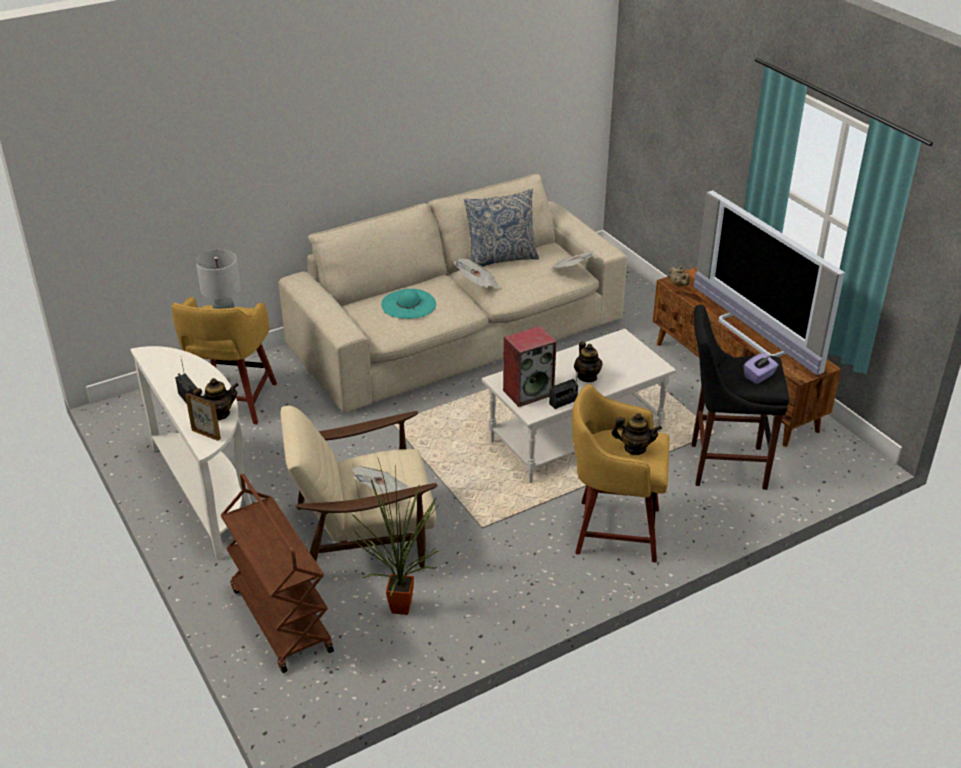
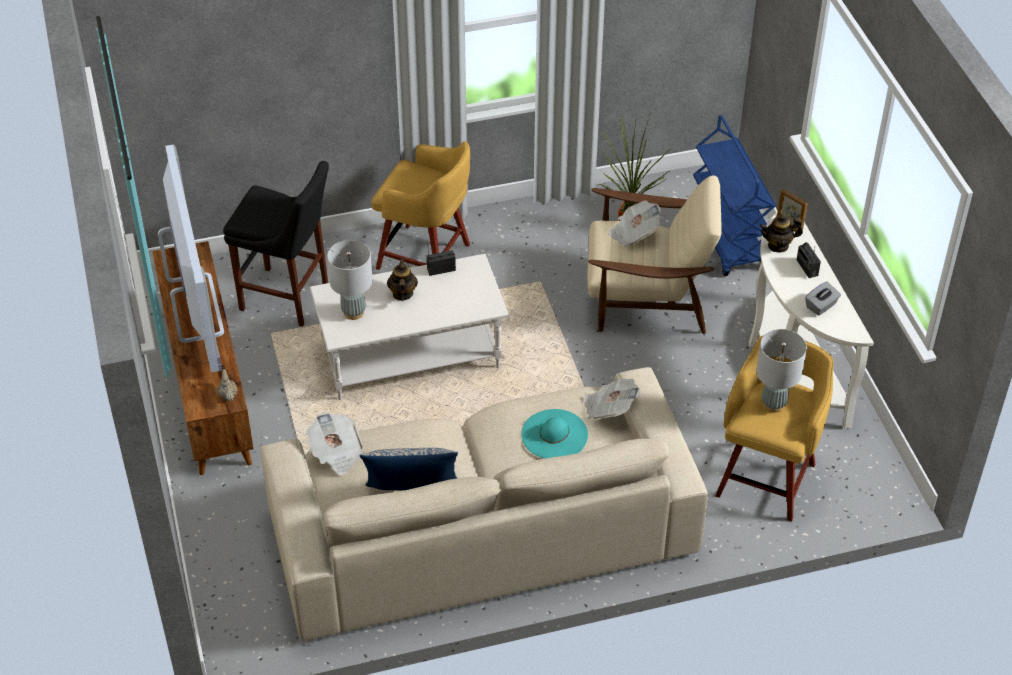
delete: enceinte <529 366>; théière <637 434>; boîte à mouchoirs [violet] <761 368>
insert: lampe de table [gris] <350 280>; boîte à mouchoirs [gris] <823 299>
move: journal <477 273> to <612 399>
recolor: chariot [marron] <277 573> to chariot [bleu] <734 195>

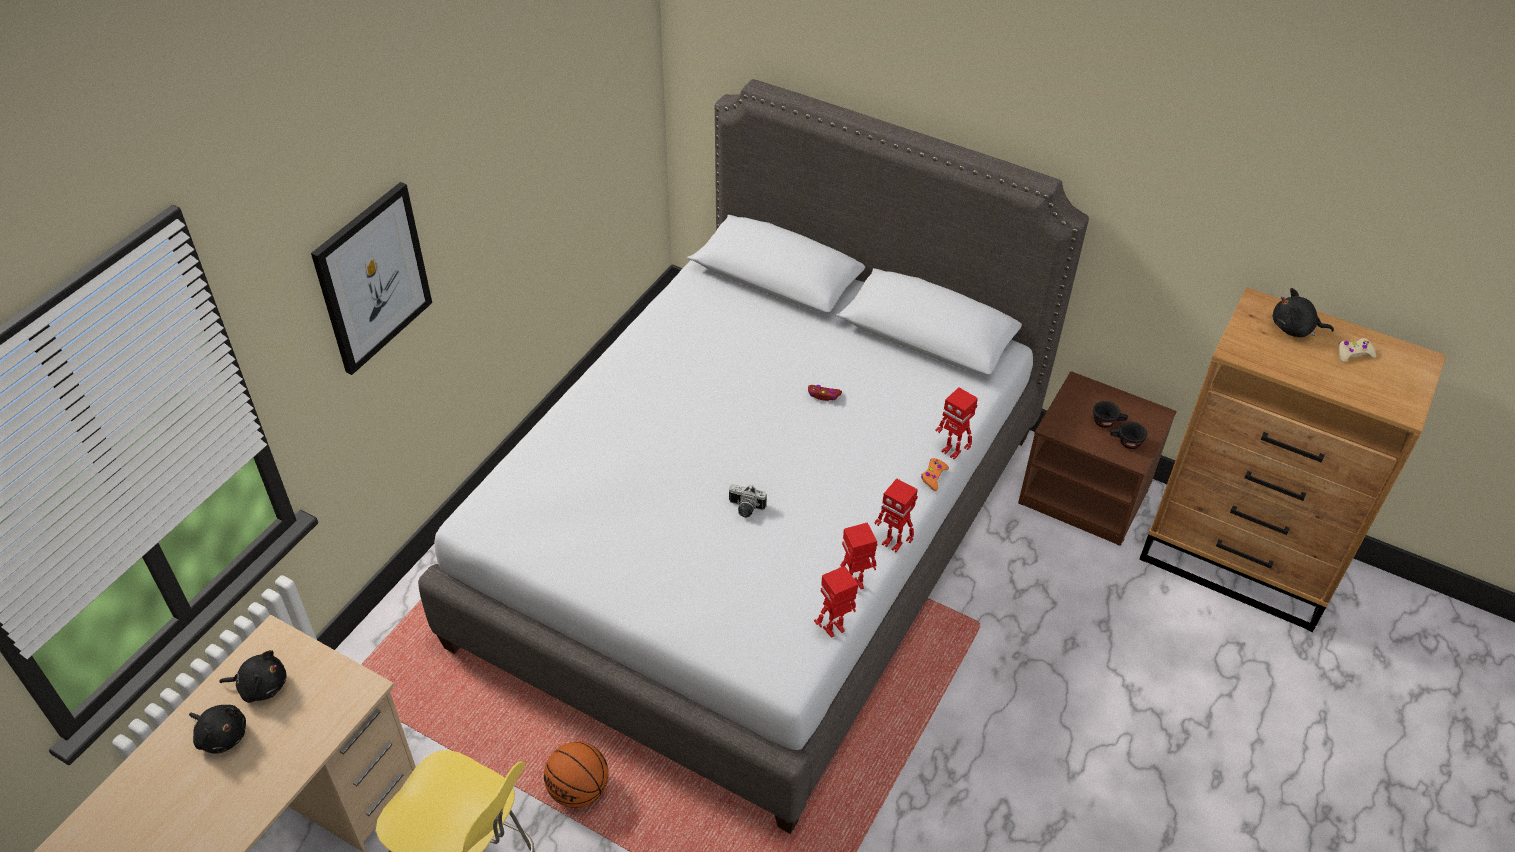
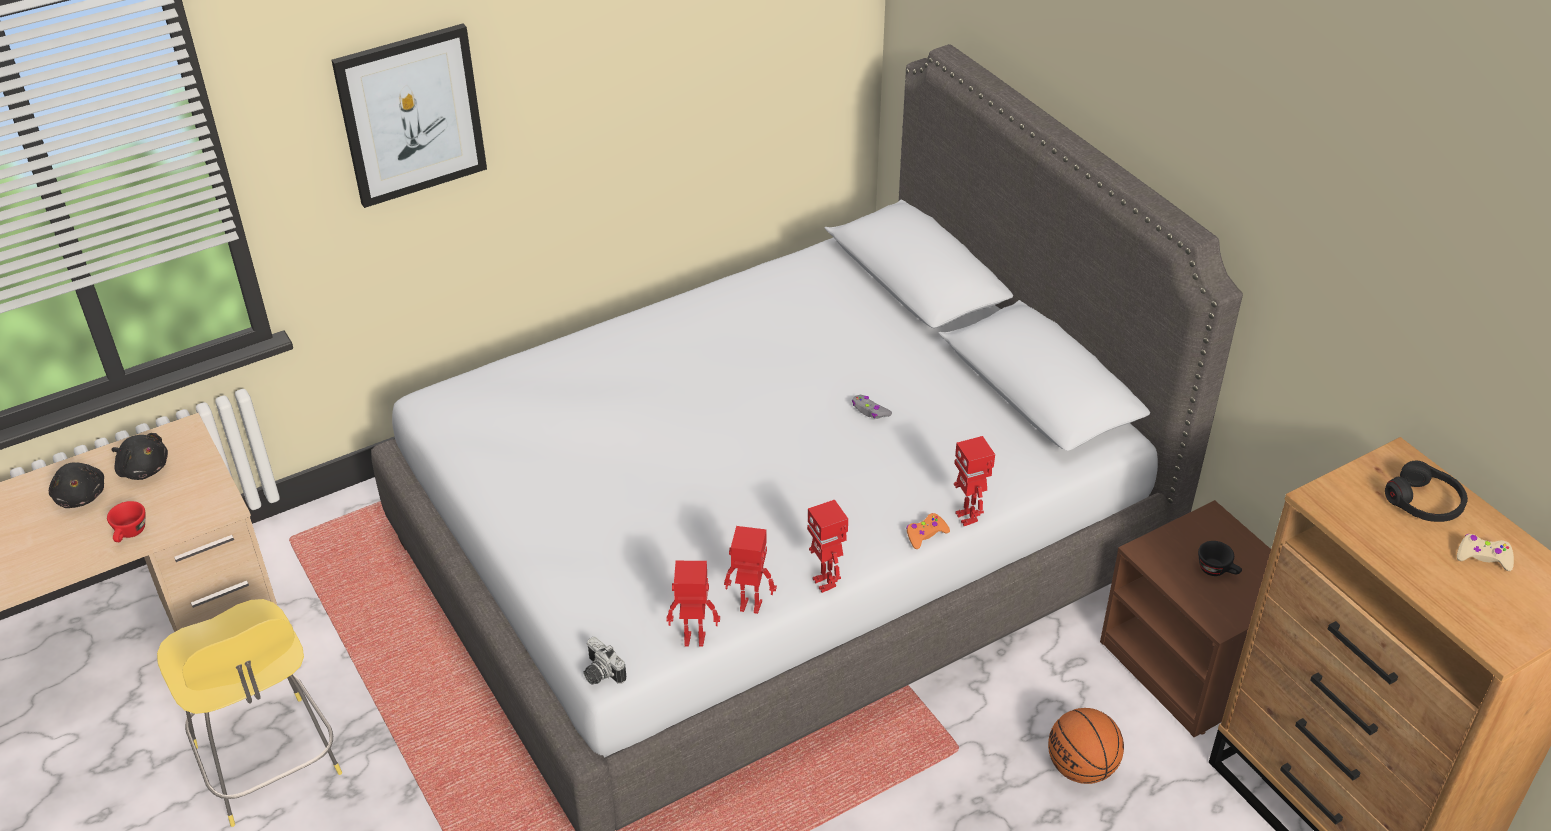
delete: tasse [noir] <1128 435>
insert: tasse [rouge] <126 521>
move: appareil photo <748 500> to <604 661>; ballon de basket <576 774> to <1086 746>
replace: peluche [noir] <1303 312> to casque audio [noir] <1426 491>
recolor: manette [rouge] <825 393> to manette [gris] <872 407>

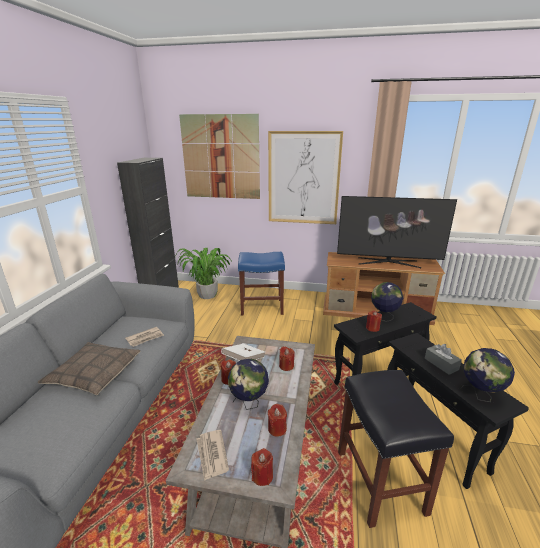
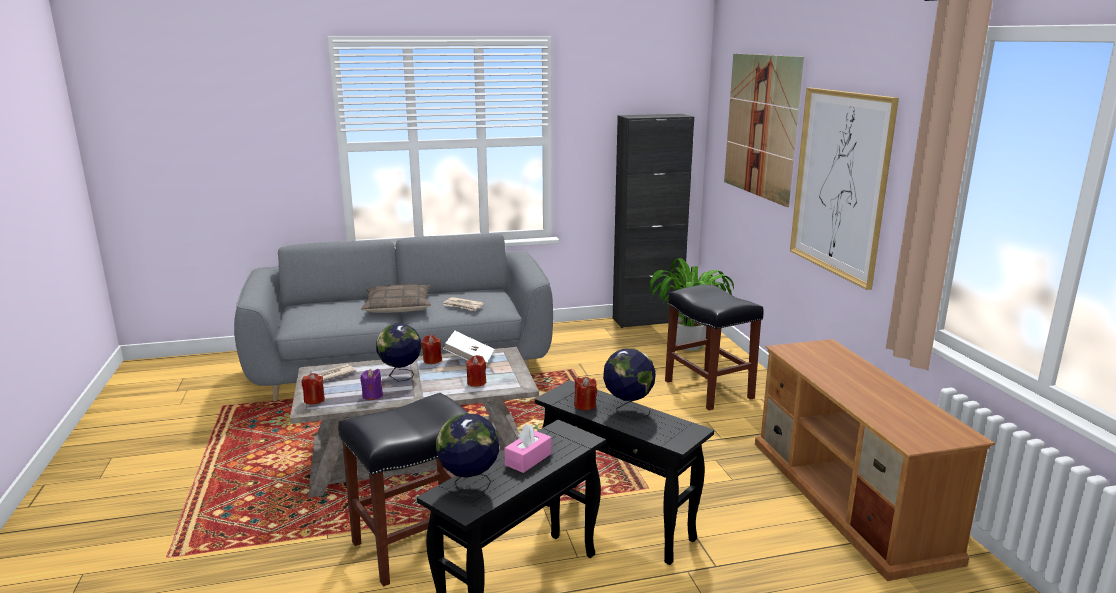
delete: téléviseur <397 232>
recolor: bougie [rouge] <277 420> to bougie [violet] <371 384>; boîte à mouchoirs [gris] <443 359> to boîte à mouchoirs [rose] <528 448>; tabouret [bleu] <261 284> to tabouret [noir] <714 347>

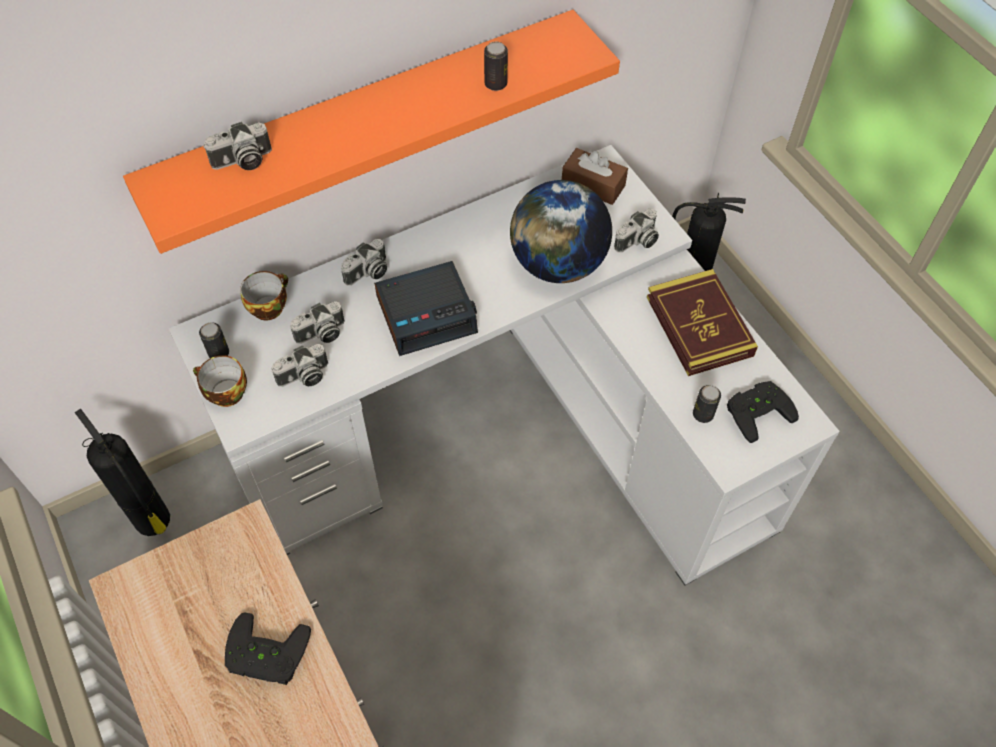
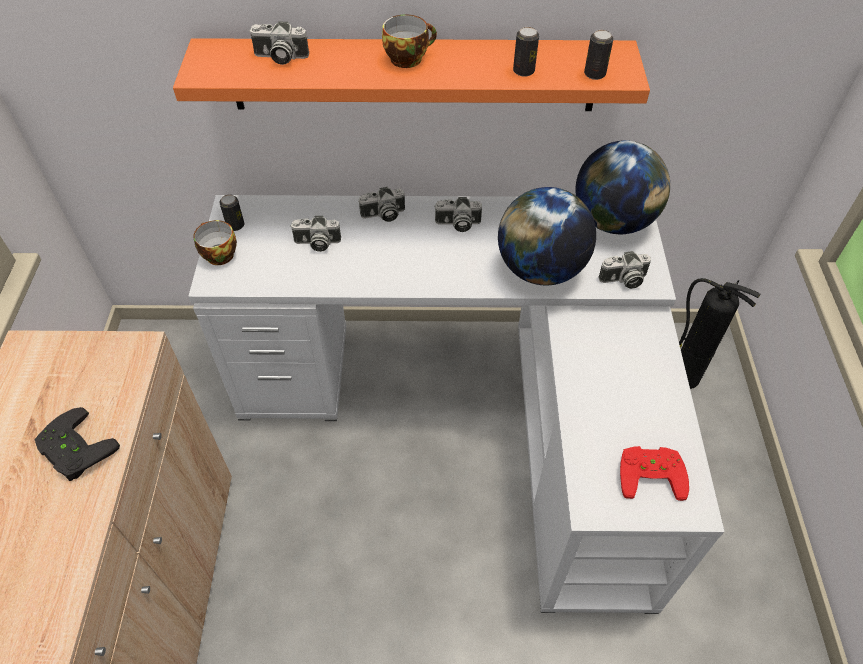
delete: extincteur <122 472>; réveil <426 308>; livre <702 322>
move: tasse <264 296> to <409 41>; appareil photo <299 365> to <458 214>; boîte métallique <707 404> to <598 55>
replace: boîte à mouchoirs [marron] <595 176> to globe <623 187>
recolor: manette [noir] <763 412> to manette [rouge] <654 473>

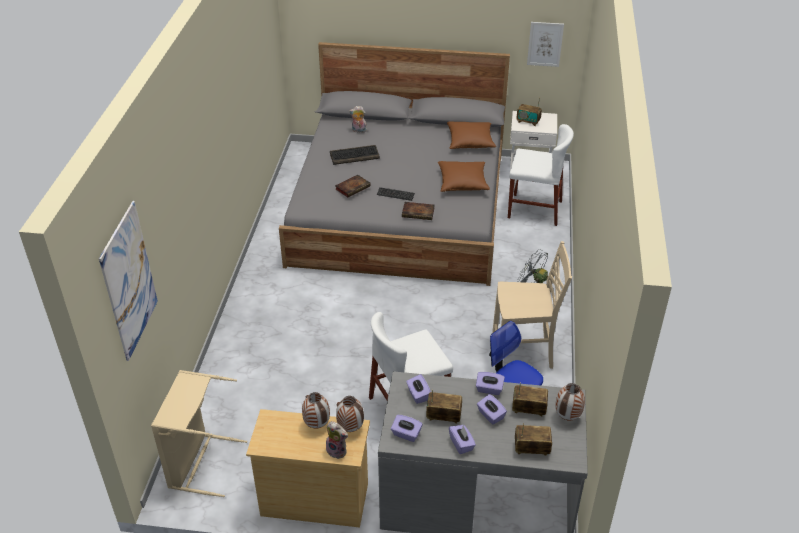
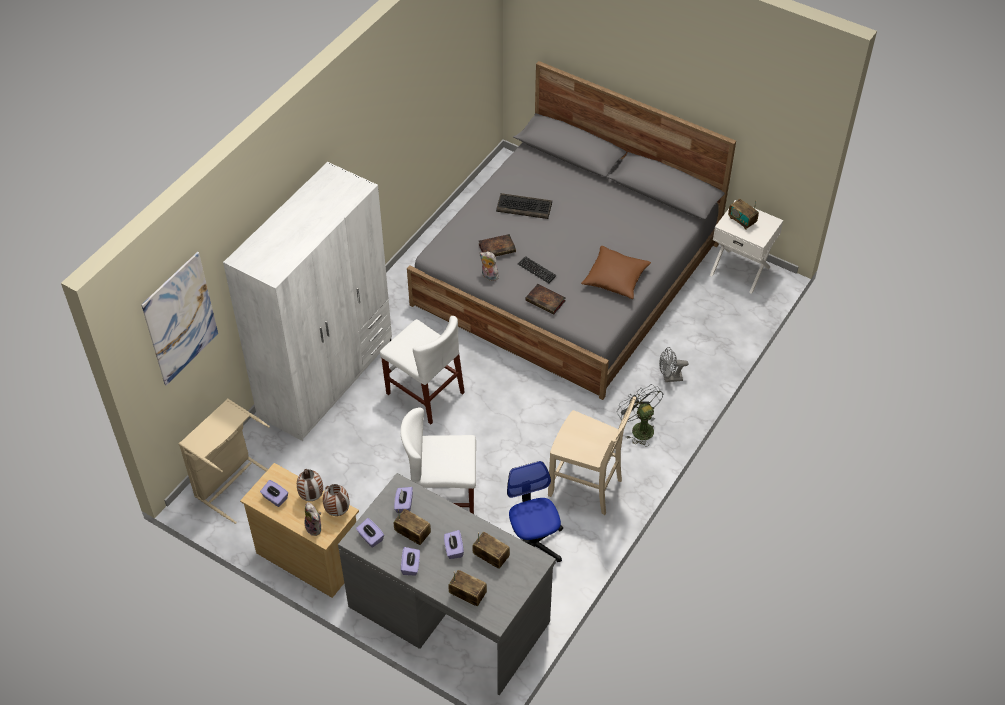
delete: coussin [marron] <471 135>; tableau <545 44>; vase <570 401>
insert: armoire [blanc] <307 301>; ventilateur [gris] <673 364>
move: boîte à mouchoirs [violet] <490 383> to <274 493>; chaise [blanc] <541 175> to <422 370>; peluche <358 119> to <489 266>

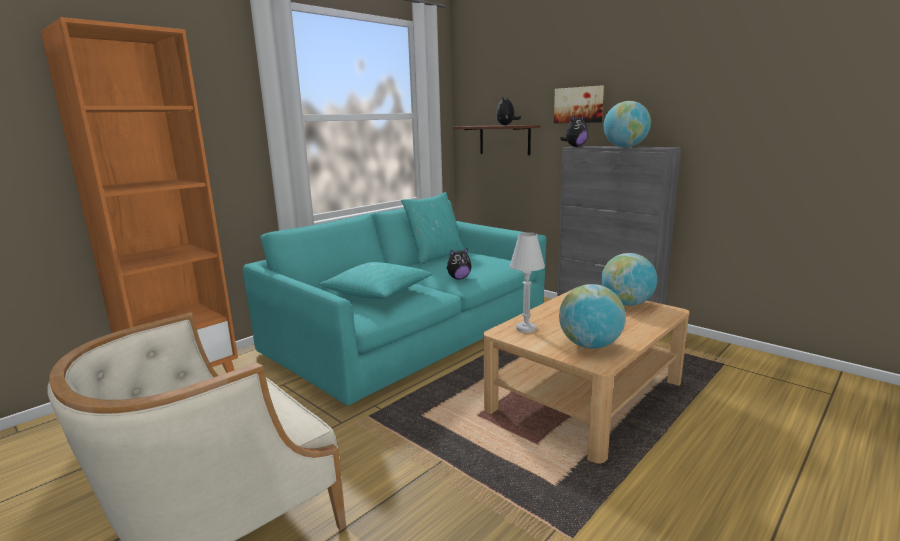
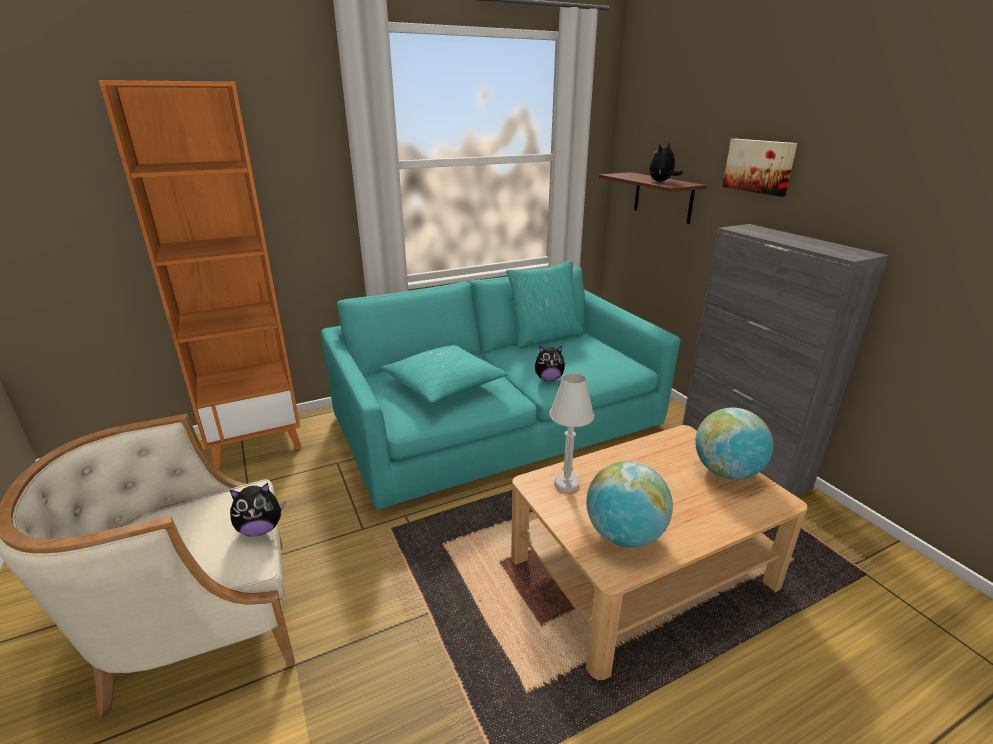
delete: globe <627 124>
move: peluche <574 131> to <257 510>

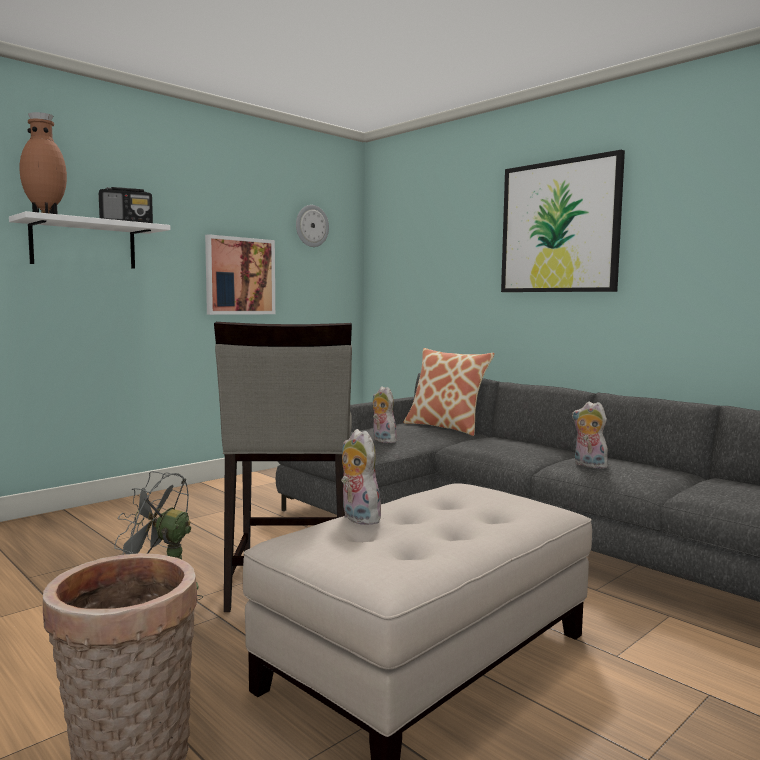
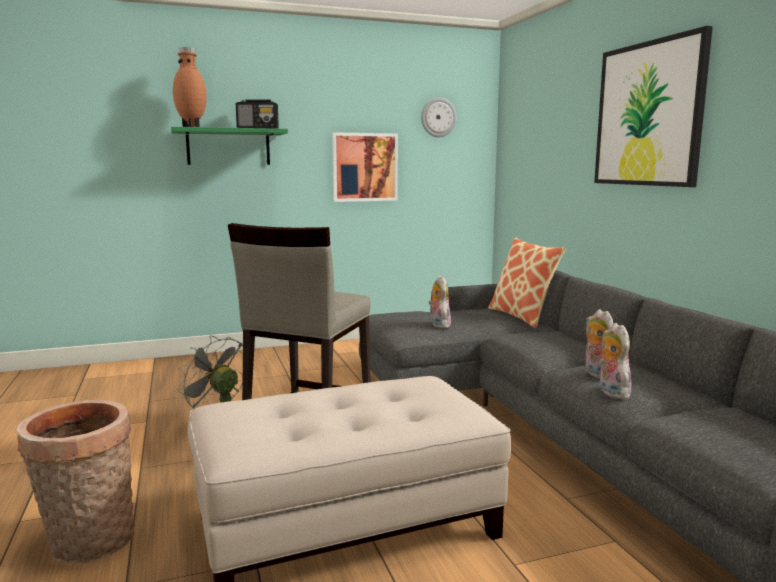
move: peluche <361 477> to <615 361>
recolor: étagère [blanc] <89 240> to étagère [vert] <229 146>

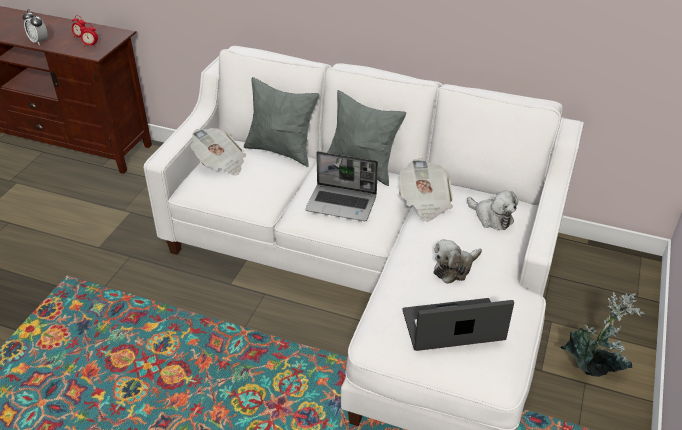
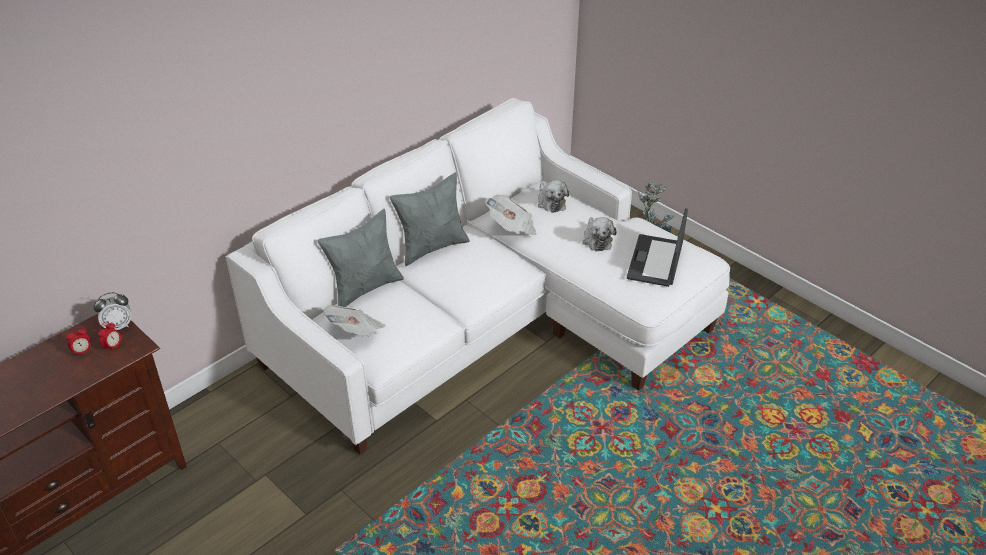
delete: ordinateur portable <341 186>
move: réveil <35 27> to <112 311>
rotate: peluche <492 210> = <553 196> 90 degrees clockwise

